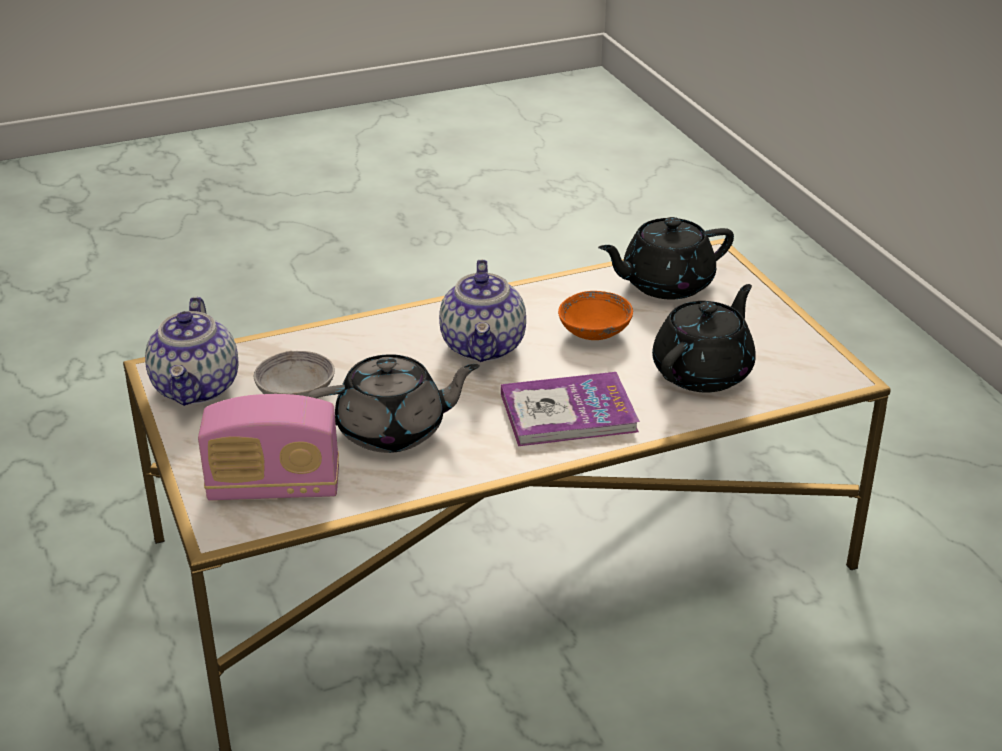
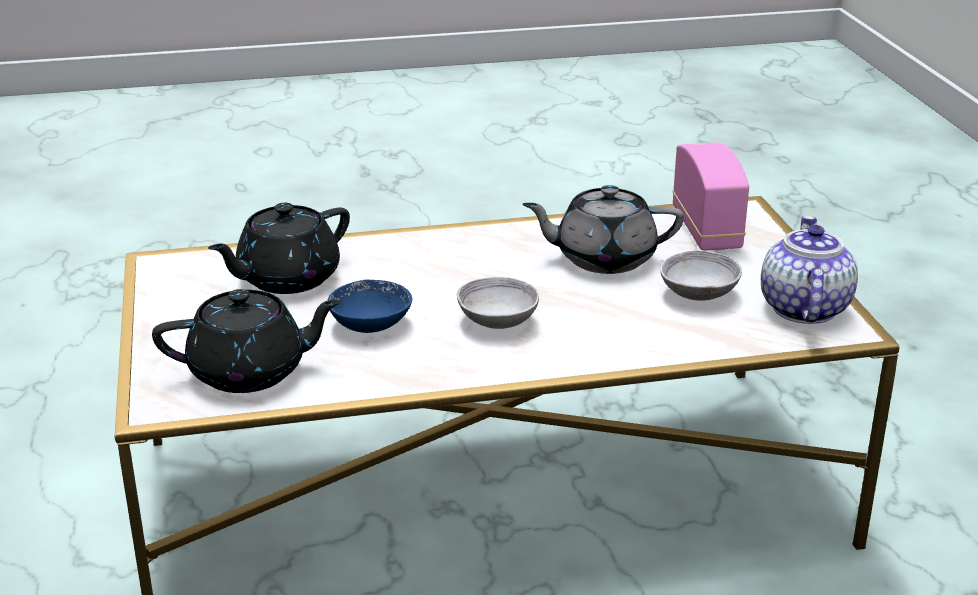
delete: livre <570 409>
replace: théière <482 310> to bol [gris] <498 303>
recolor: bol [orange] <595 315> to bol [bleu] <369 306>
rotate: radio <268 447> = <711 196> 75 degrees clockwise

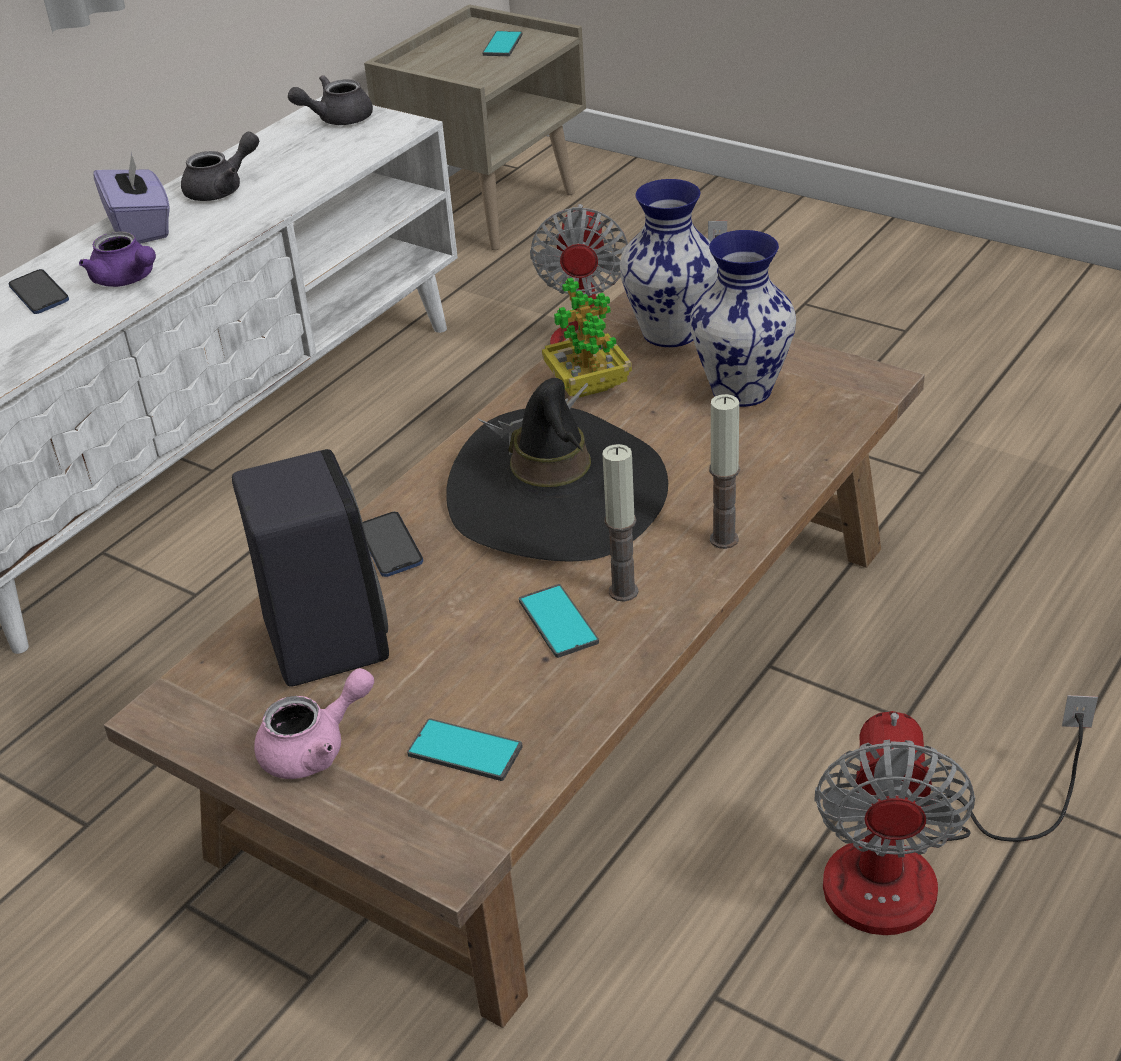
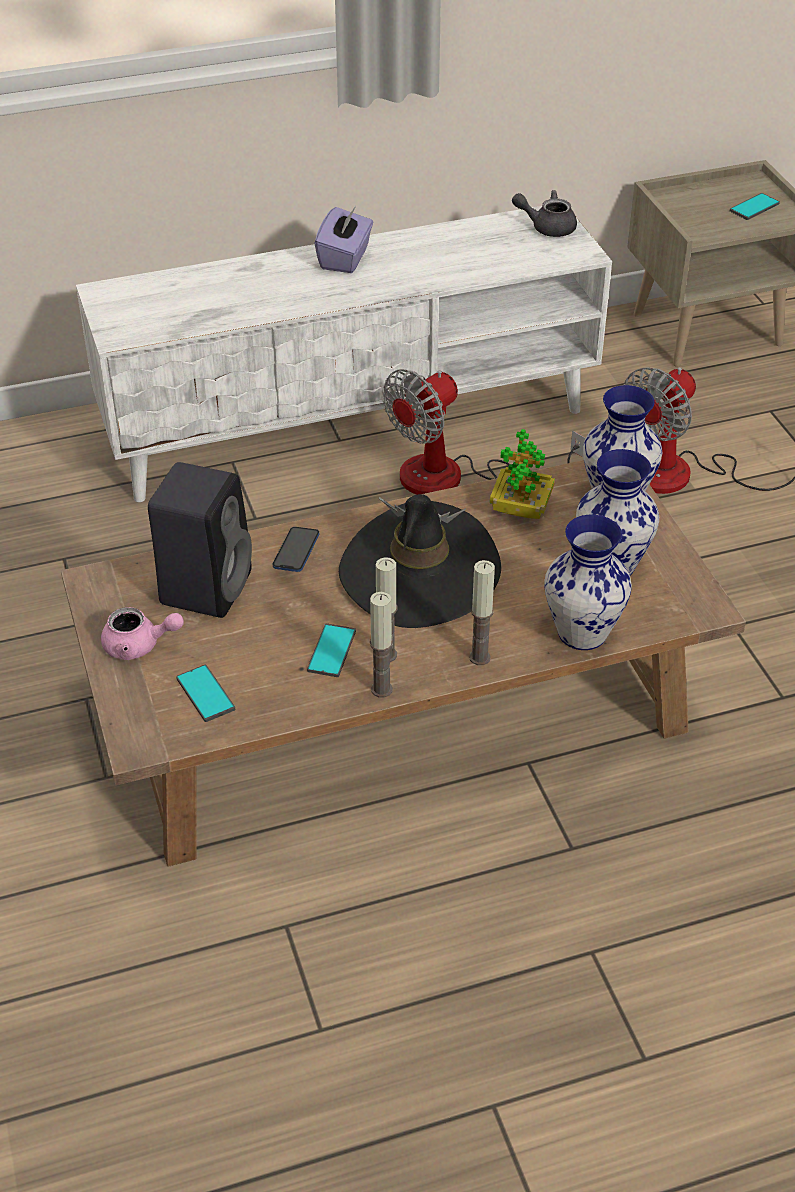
delete: téléphone <38 291>; théière [violet] <117 259>; théière [gris] <220 166>
insert: bougie <381 645>; vase <588 582>
move: ventilateur <956 815> to <484 432>

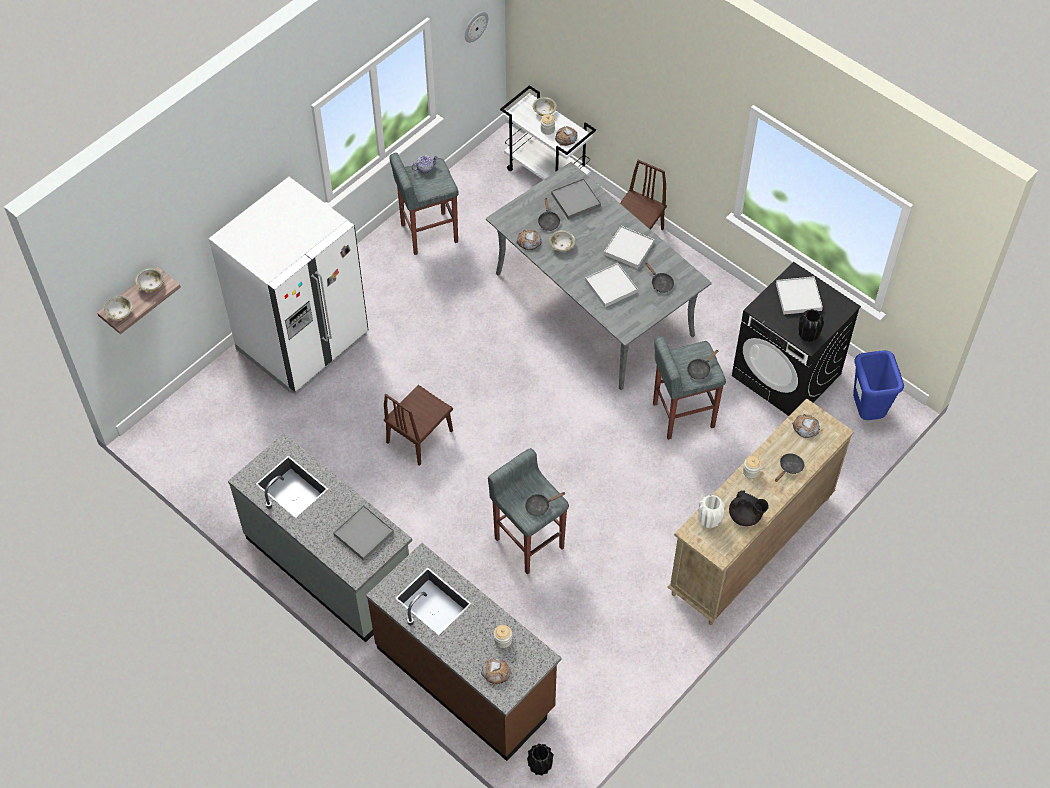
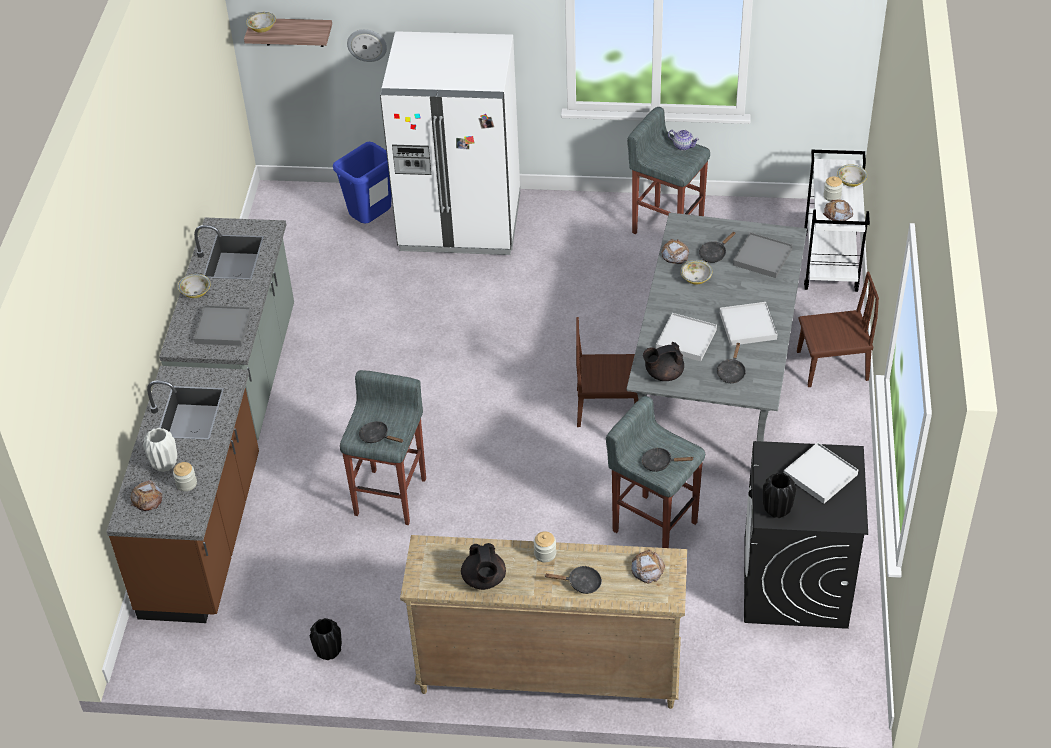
insert: théière [noir] <663 361>
move: vase [blanc] <711 511> to <160 450>; bol <149 279> to <194 286>; vase [noir] <540 760> to <326 639>; poubelle [bleu] <878 385> to <362 182>; horloge murale <476 27> to <367 45>; chaise [marron] <418 425> to <607 372>

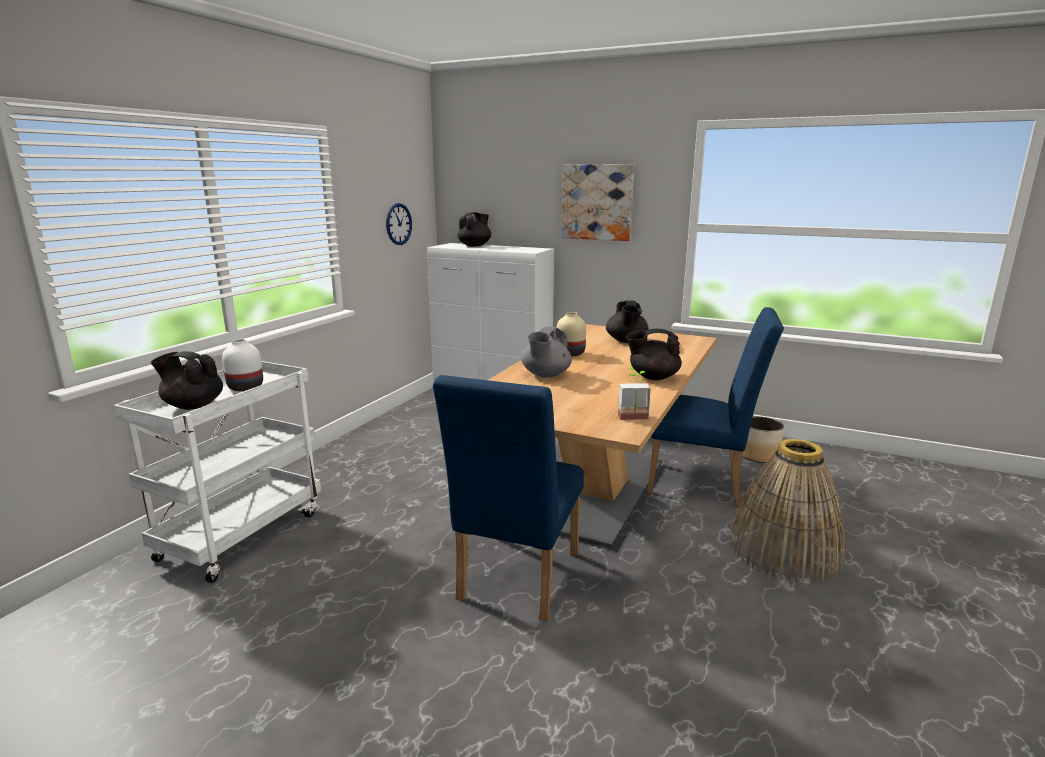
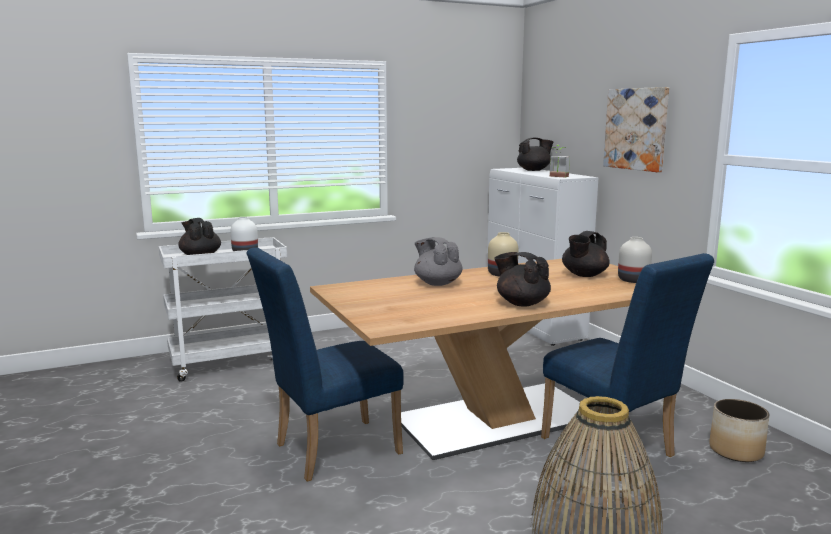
delete: horloge murale <399 224>
insert: vase [blanc] <635 260>
move: plante en pot <634 393> to <560 161>
rotate: théière [gris] <546 351> = <438 261> 75 degrees clockwise

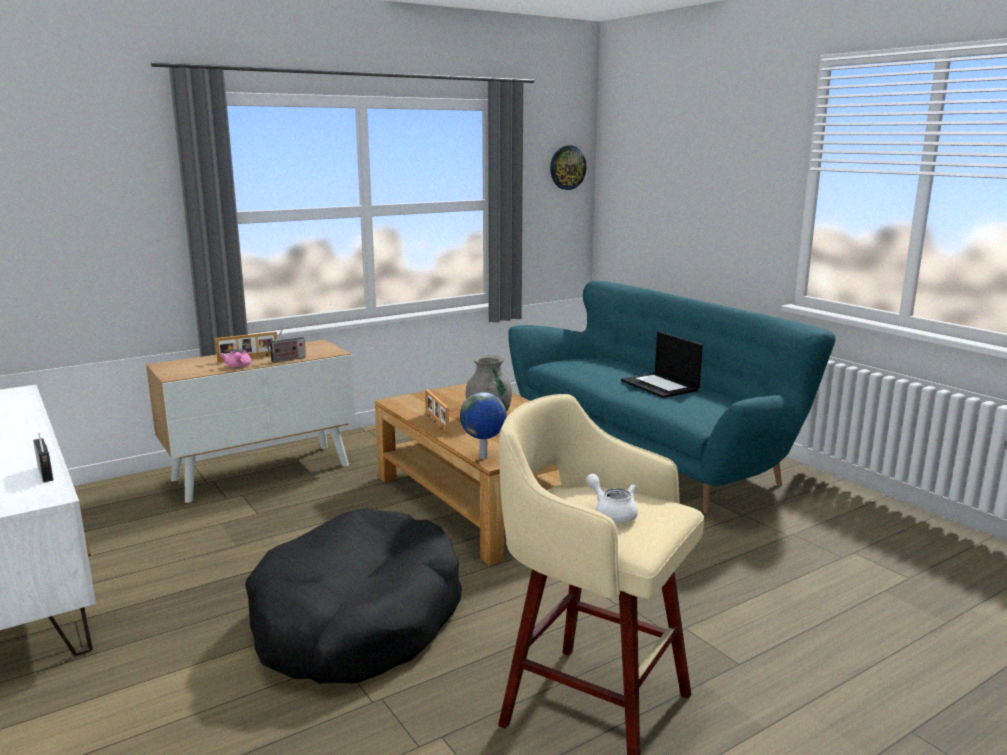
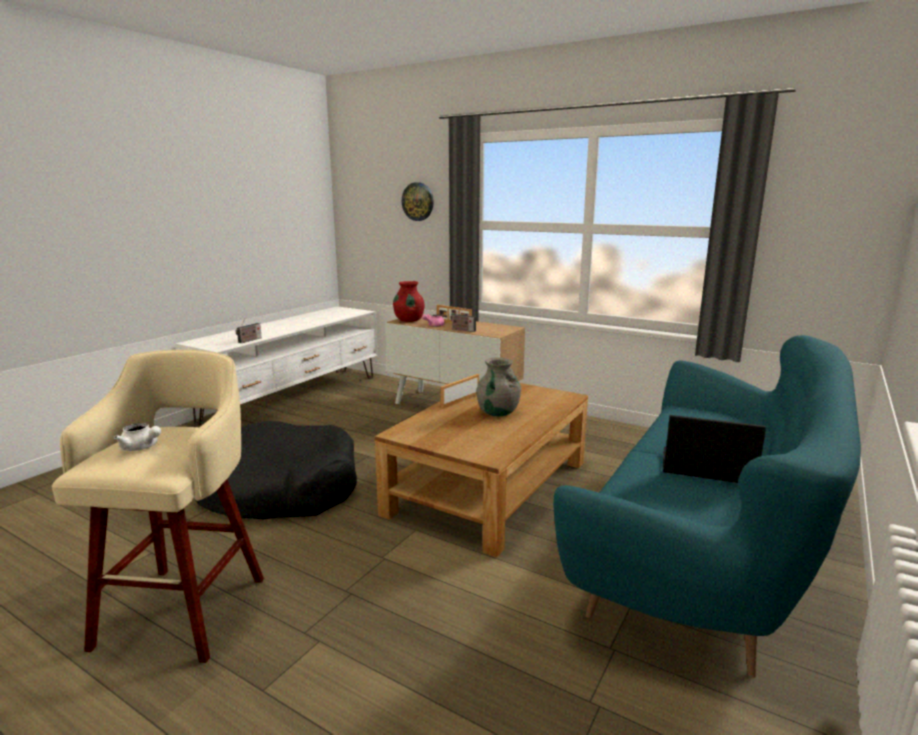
delete: globe <483 425>
insert: vase [rouge] <408 301>
move: horloge murale <568 167> to <418 201>
rotate: théière [blanc] <612 498> = <137 437> 90 degrees clockwise; ordinateur portable <662 364> = <714 449> 75 degrees clockwise

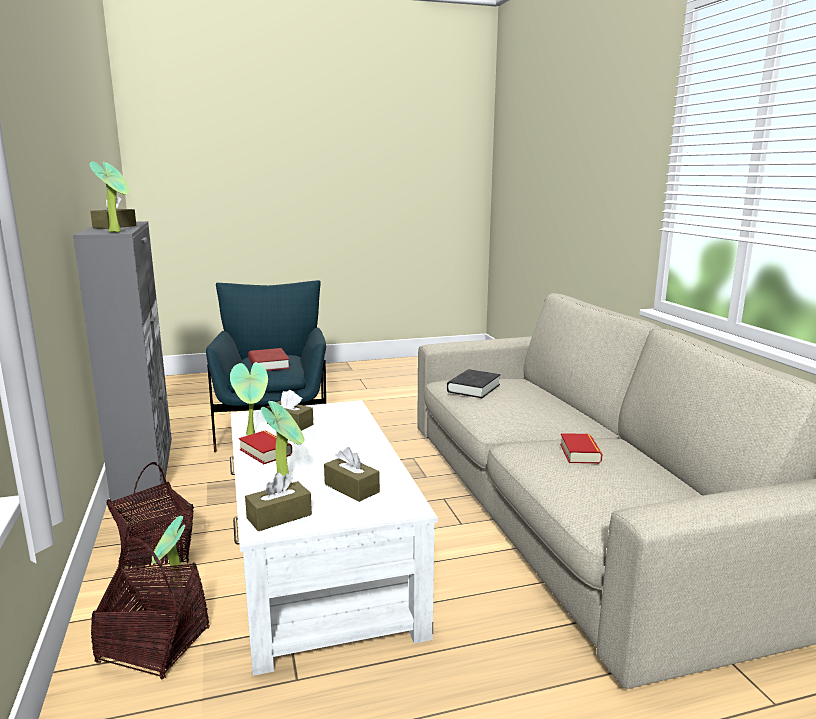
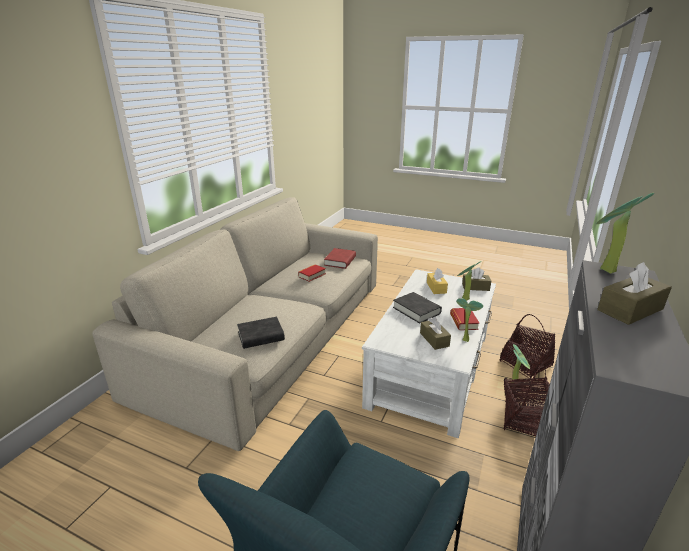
insert: livre [noir] <417 308>
move: livre [rouge] <269 359> to <340 258>
recolor: boîte à mouchoirs [marron] <352 474> to boîte à mouchoirs [jaune] <437 281>

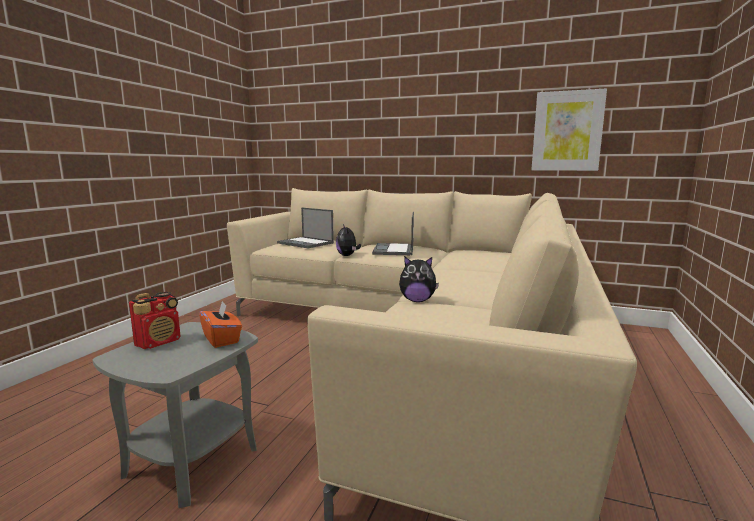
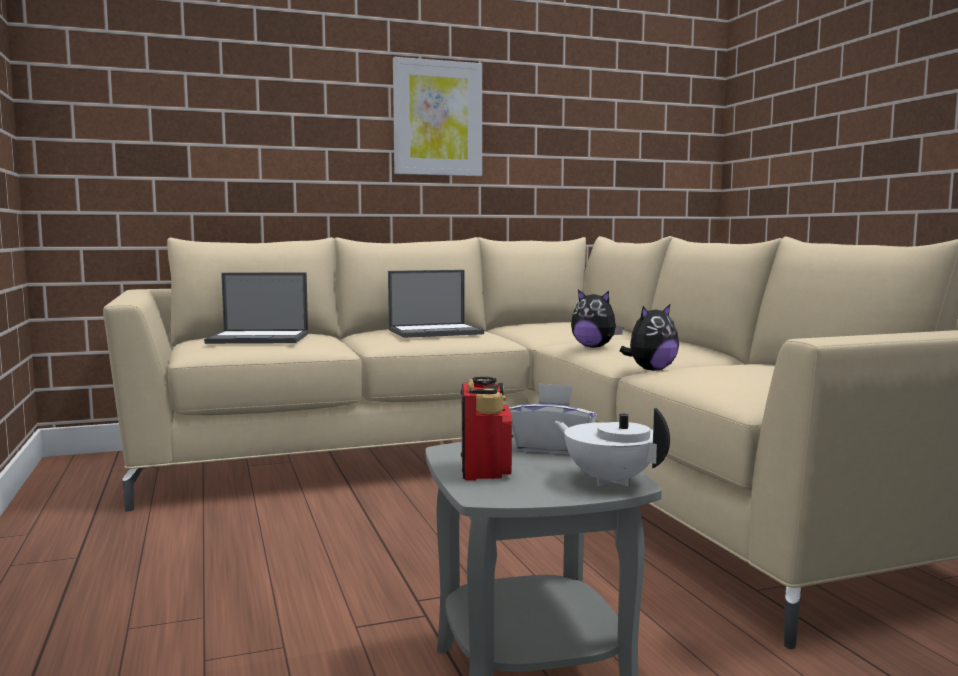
insert: théière [blanc] <612 447>
move: tableau <569 129> to <437 116>; peluche <348 240> to <597 318>
recolor: boîte à mouchoirs [orange] <220 324> to boîte à mouchoirs [blanc] <553 419>
rotate: ordinateur portable <393 233> = <436 304> 75 degrees counterclockwise

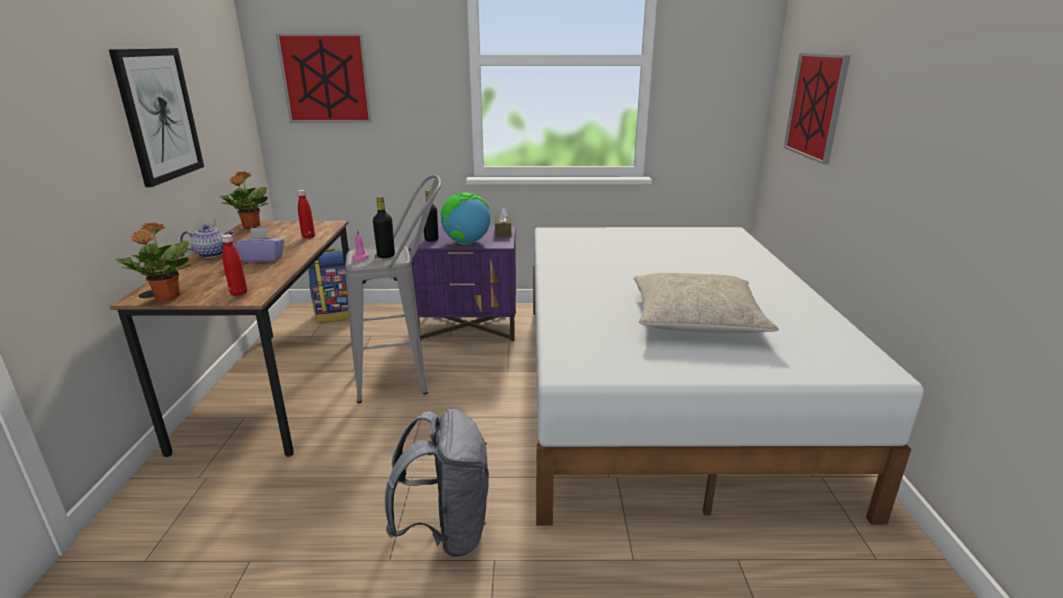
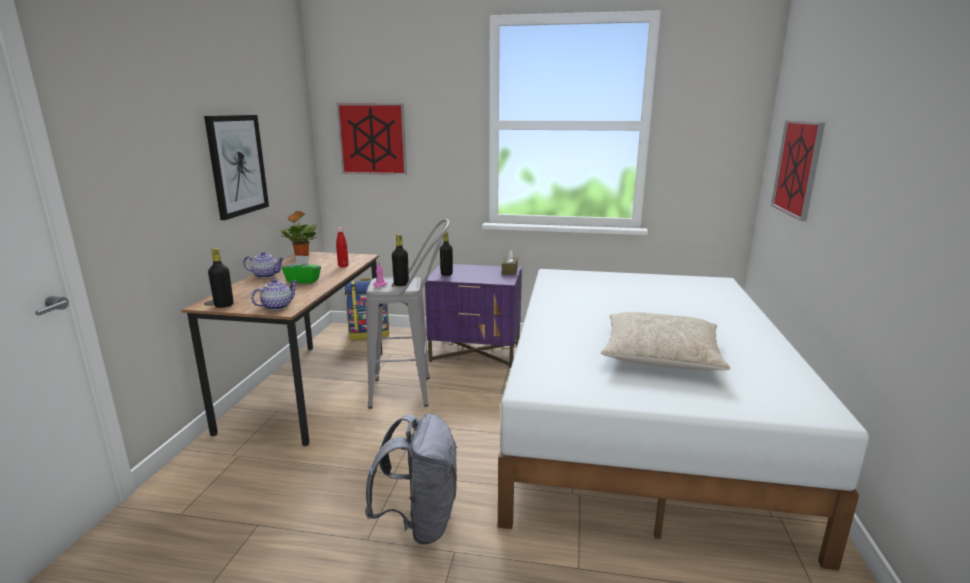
delete: globe <465 218>
replace: plante en pot <153 261> to bouteille [noir] <221 278>; bouteille [rouge] <234 265> to théière <274 294>
recolor: boîte à mouchoirs [violet] <259 244> to boîte à mouchoirs [vert] <301 269>

